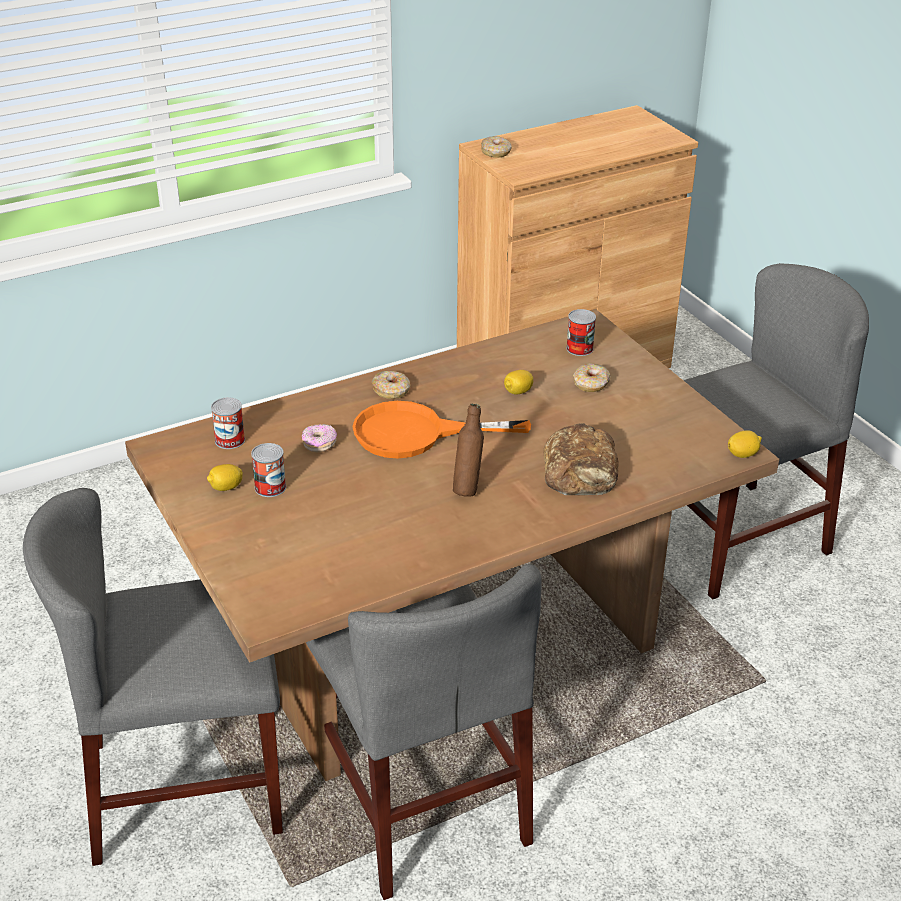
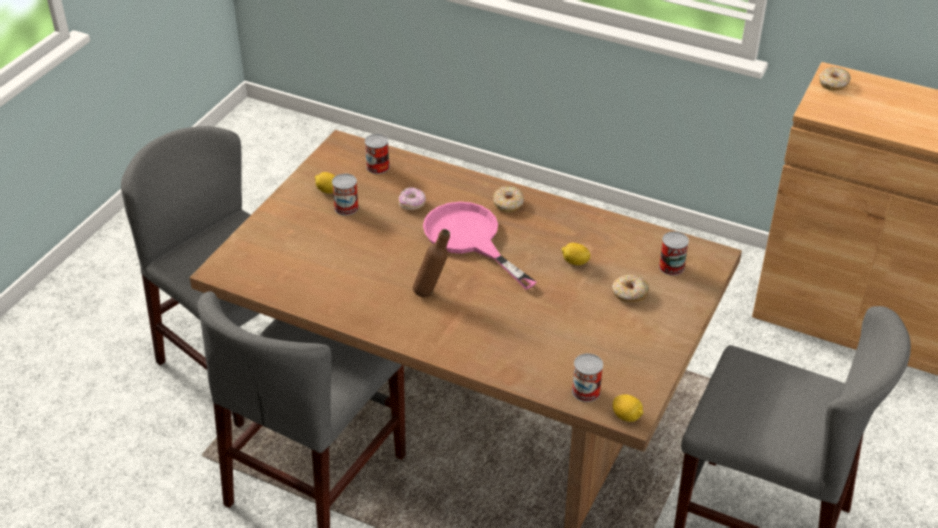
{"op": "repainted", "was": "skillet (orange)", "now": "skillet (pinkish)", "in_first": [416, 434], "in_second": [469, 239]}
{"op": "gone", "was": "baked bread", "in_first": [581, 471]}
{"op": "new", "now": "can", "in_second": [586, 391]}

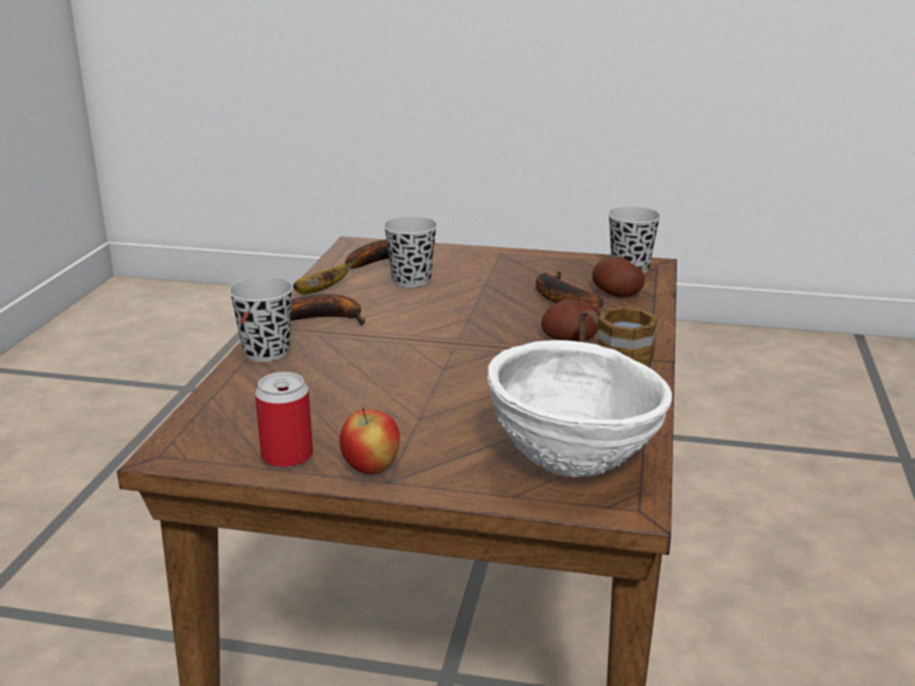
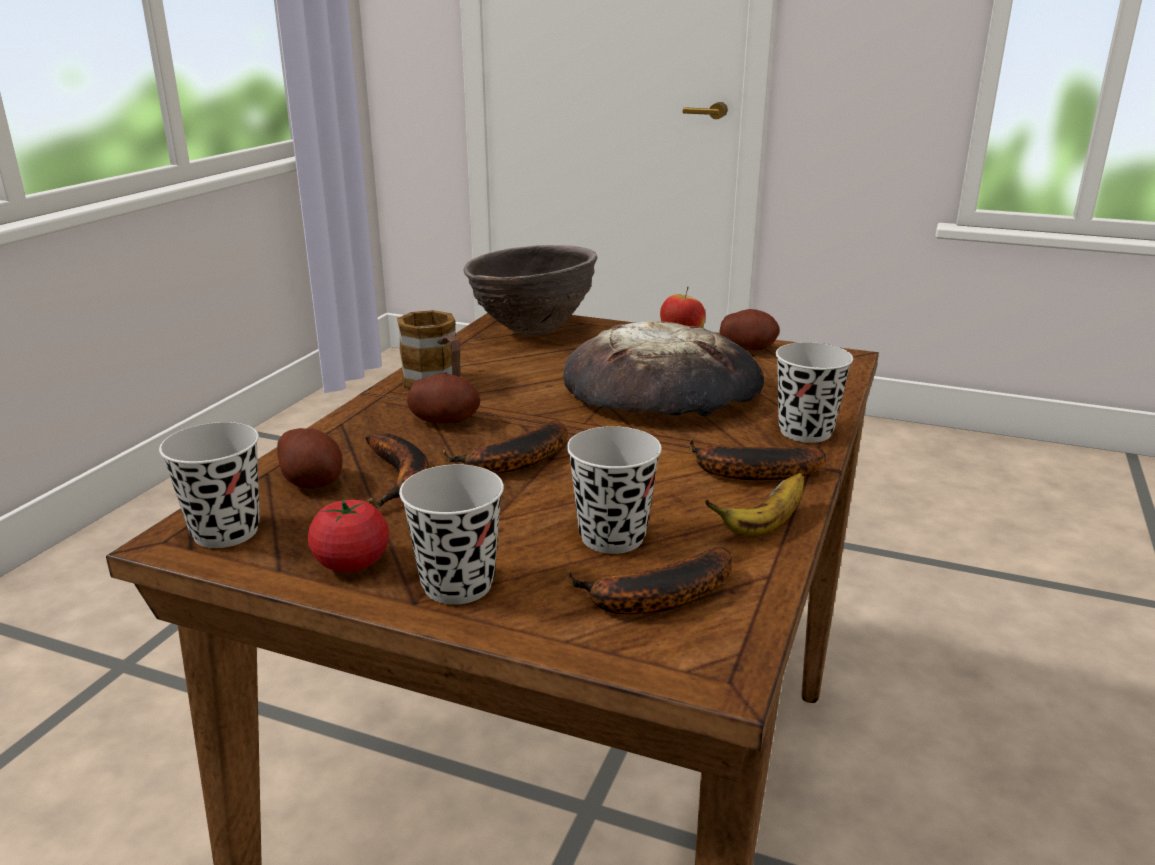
{"op": "swapped", "was": "can", "now": "spud", "in_first": [287, 456], "in_second": [747, 349]}
{"op": "repainted", "was": "deep dish (whitish)", "now": "deep dish (brown)", "in_first": [573, 467], "in_second": [532, 331]}
{"op": "new", "now": "whole tomato", "in_second": [352, 563]}
{"op": "new", "now": "small cup (black-coloured)", "in_second": [457, 585]}
{"op": "new", "now": "whole banana", "in_second": [513, 463]}
{"op": "new", "now": "baked bread", "in_second": [663, 389]}

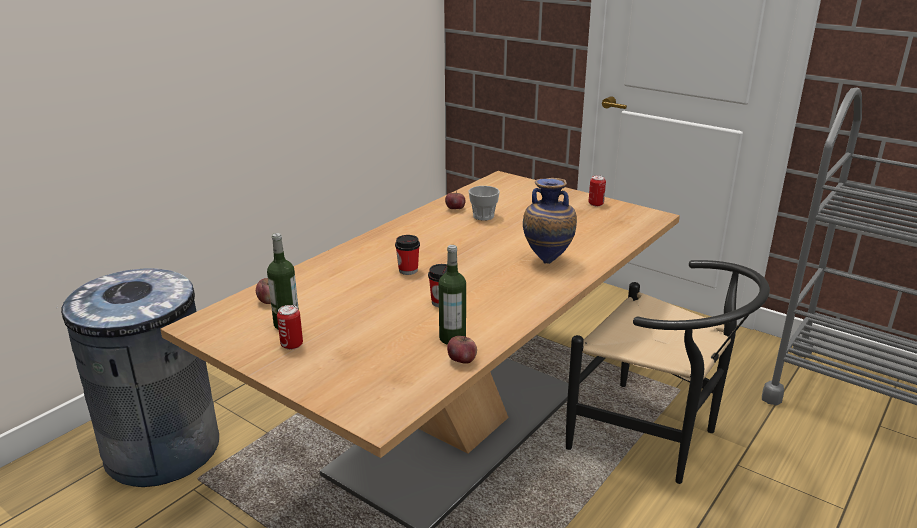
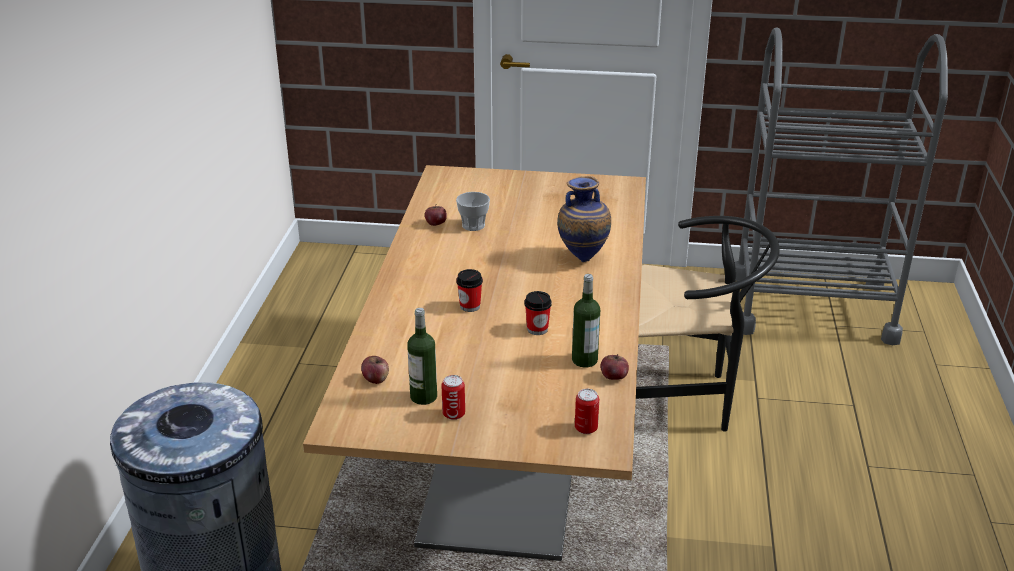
{"op": "shifted", "was": "can", "in_first": [596, 204], "in_second": [586, 428]}

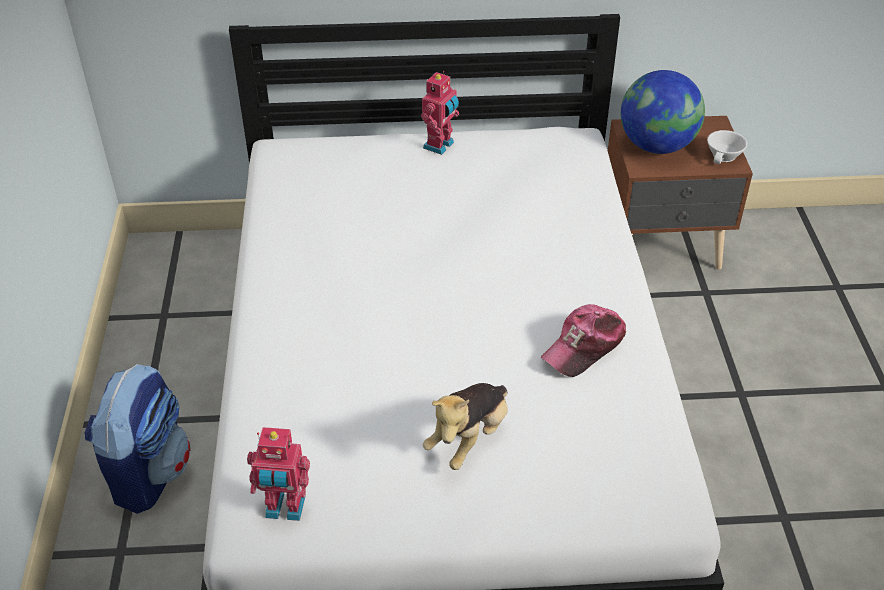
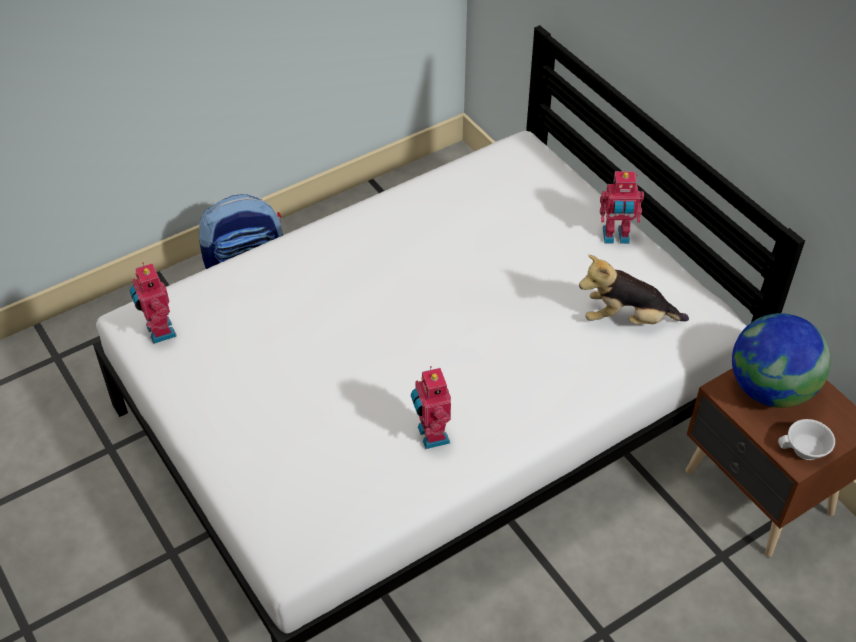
{"op": "shifted", "was": "cuddly toy", "in_first": [469, 438], "in_second": [627, 319]}
{"op": "swapped", "was": "baseball cap", "now": "toy robot", "in_first": [584, 347], "in_second": [431, 435]}

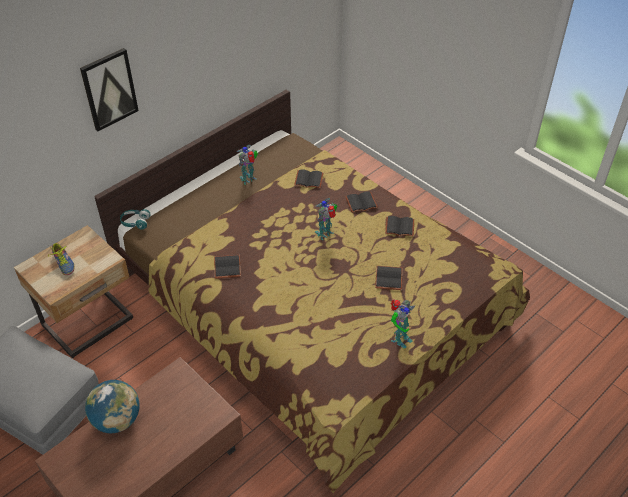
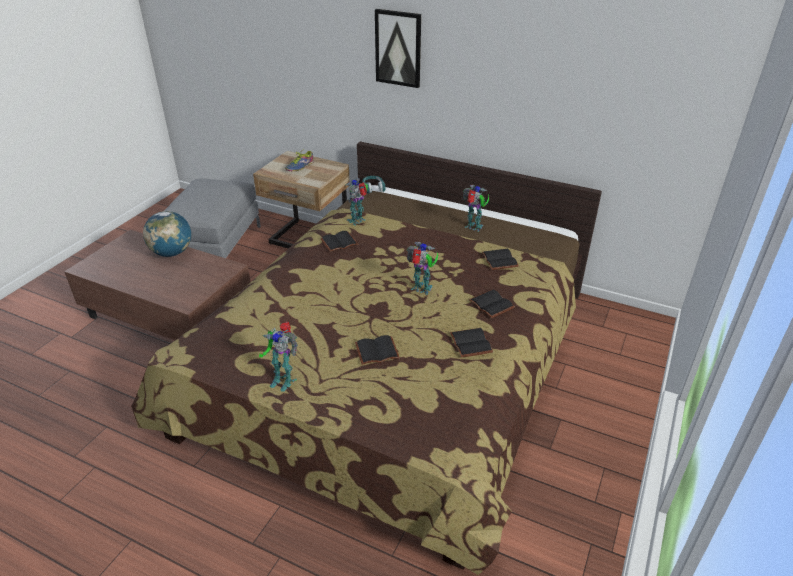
{"op": "new", "now": "toy robot", "in_second": [358, 220]}

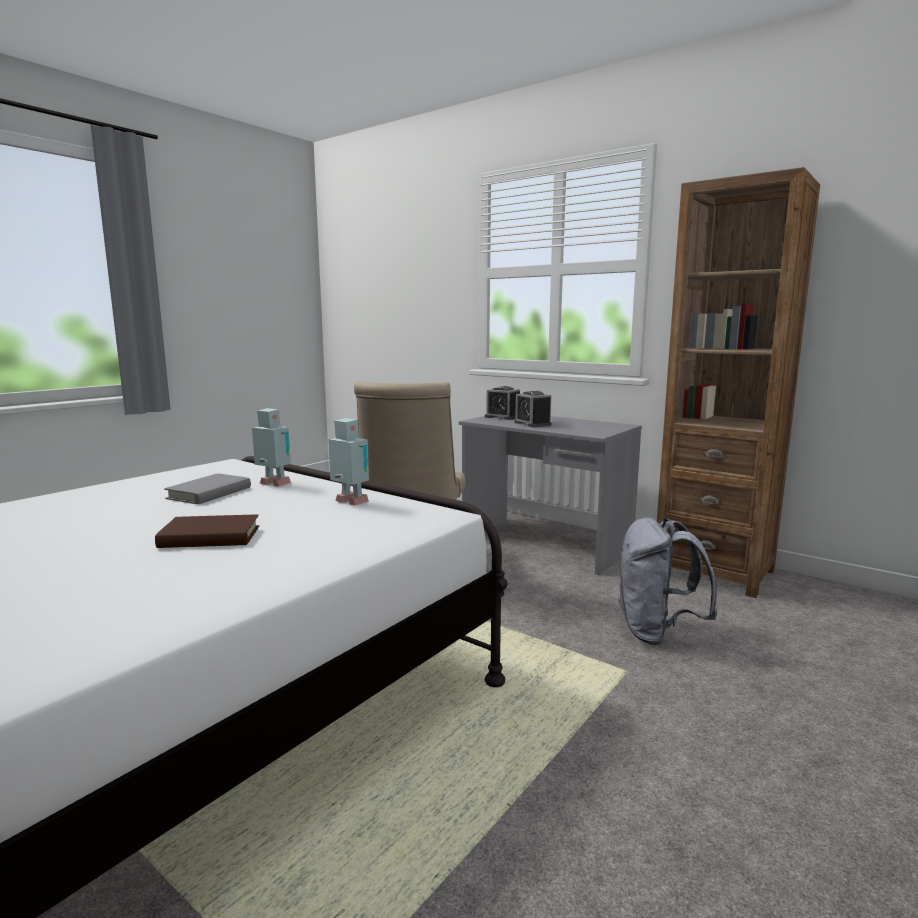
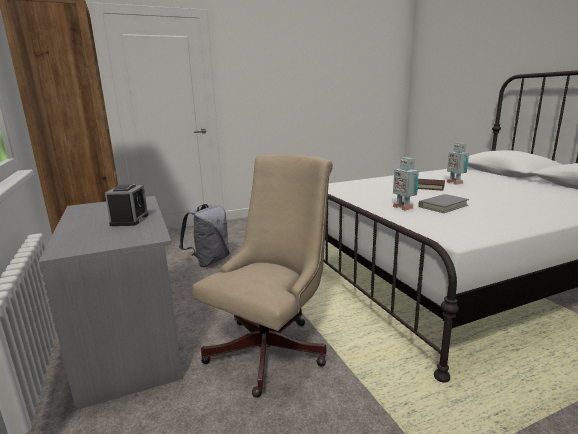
{"op": "shifted", "was": "toy robot", "in_first": [350, 503], "in_second": [455, 182]}
{"op": "gone", "was": "alarm clock", "in_first": [502, 417]}

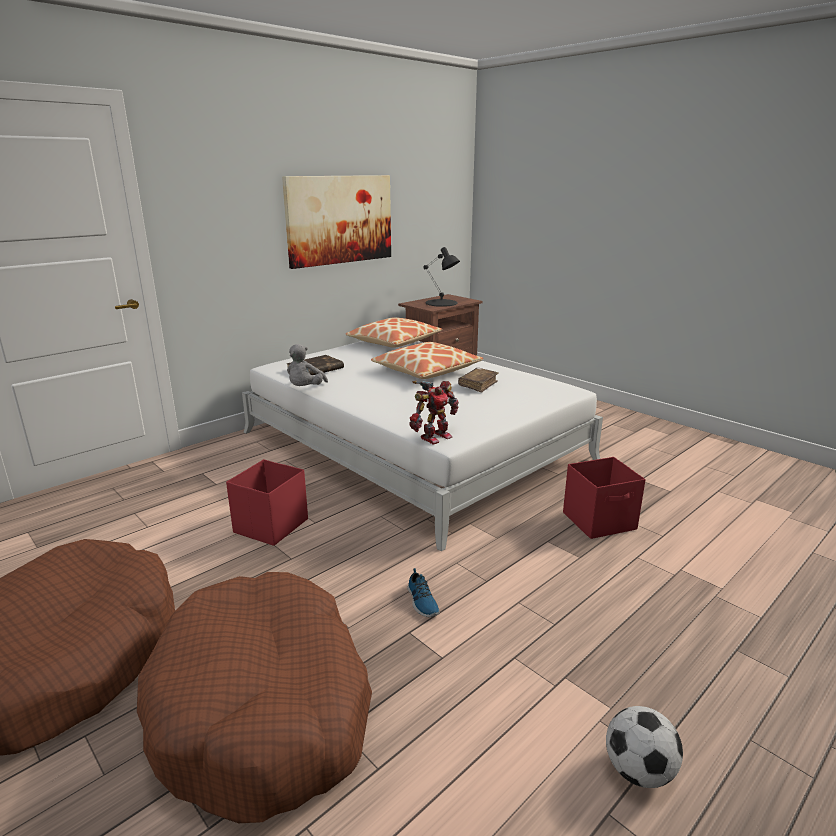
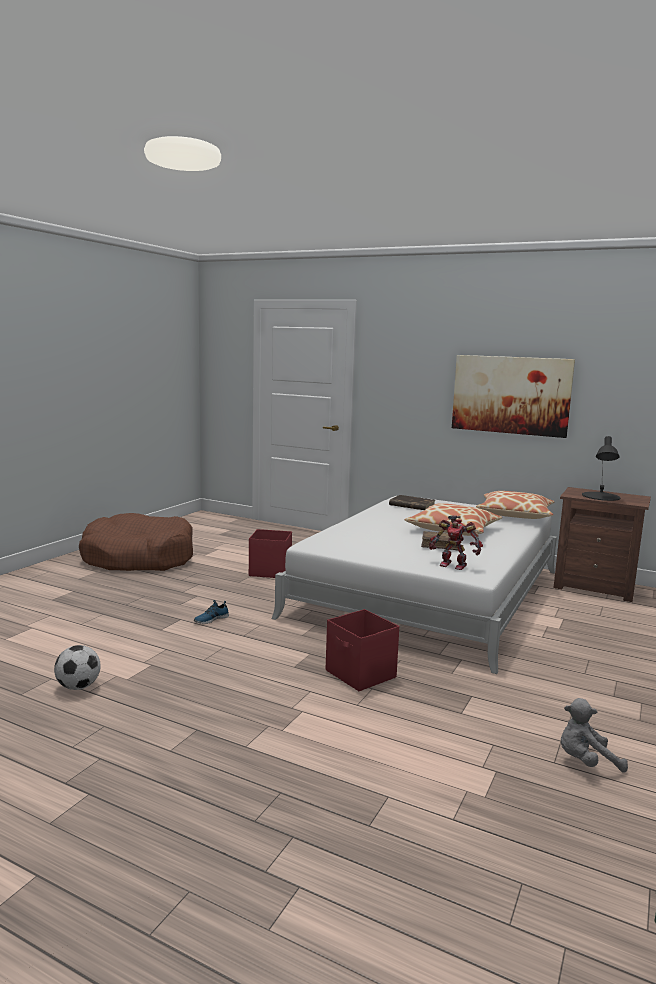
{"op": "gone", "was": "pet bed (brown)", "in_first": [264, 708]}
{"op": "shifted", "was": "cuddly toy (grey)", "in_first": [305, 389], "in_second": [585, 762]}
{"op": "shifted", "was": "toy robot", "in_first": [434, 437], "in_second": [453, 565]}

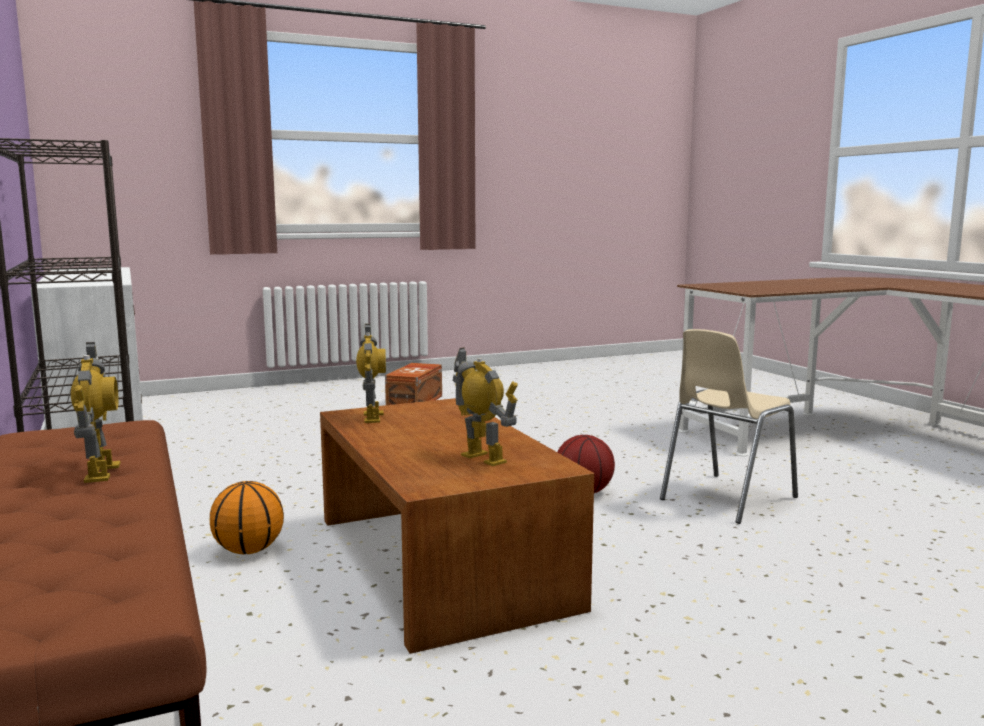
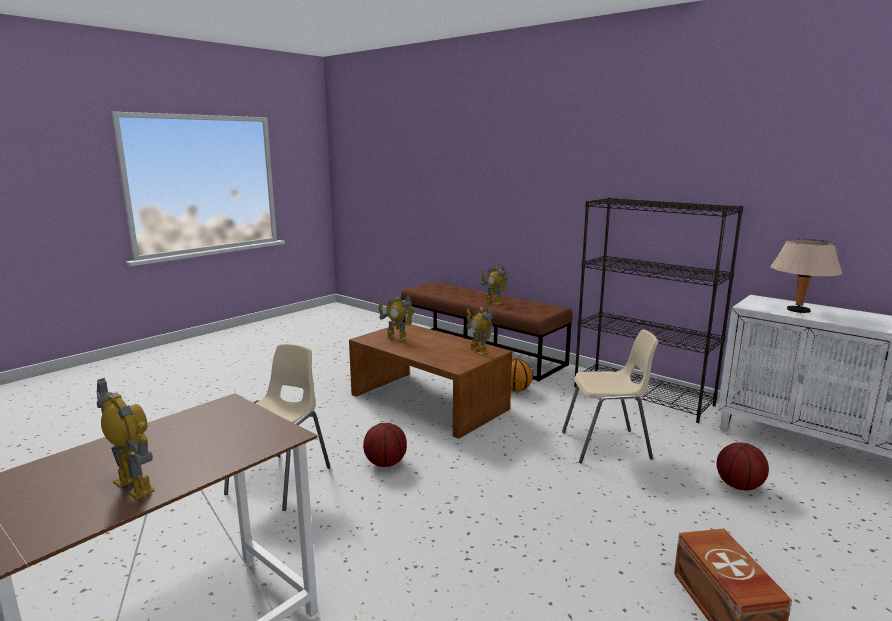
{"op": "new", "now": "toy robot", "in_second": [134, 486]}
{"op": "new", "now": "upright chair (beige)", "in_second": [607, 446]}
{"op": "new", "now": "basketball", "in_second": [739, 486]}
{"op": "new", "now": "tabletop lamp (beige)", "in_second": [798, 311]}

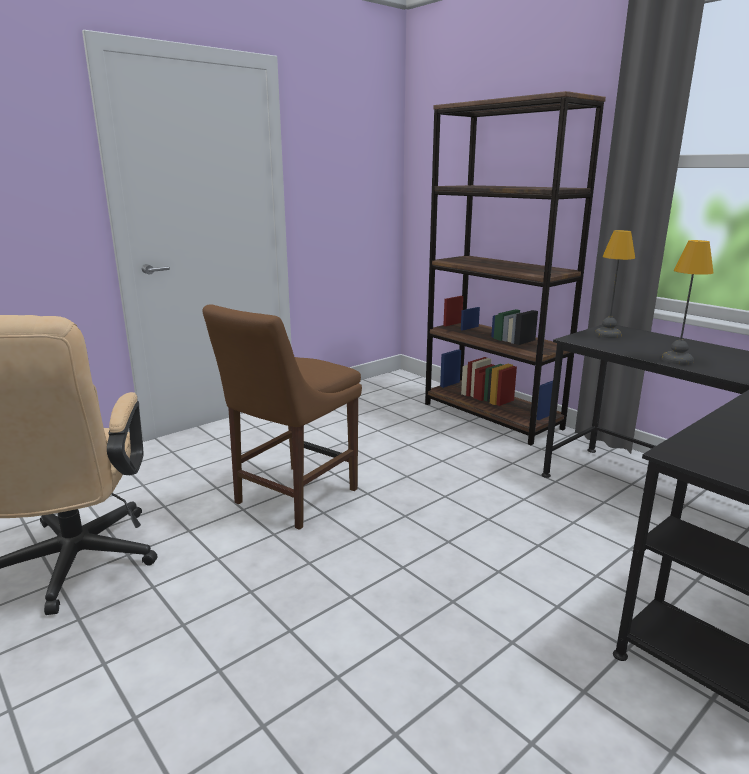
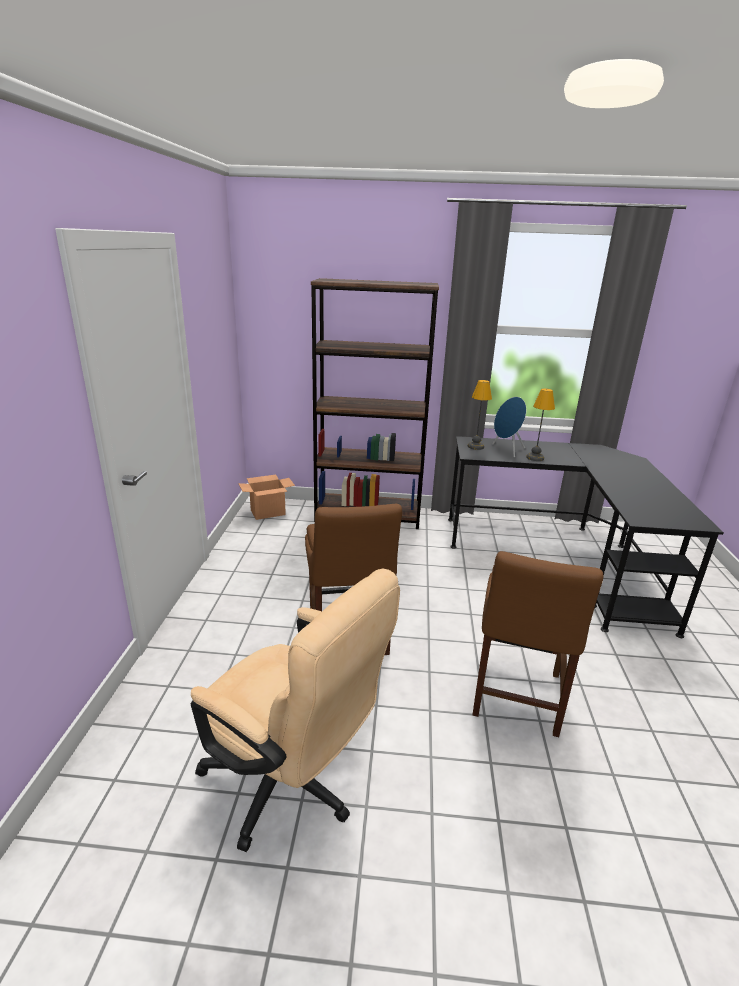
{"op": "new", "now": "cardboard box", "in_second": [268, 512]}
{"op": "new", "now": "upright chair (brown)", "in_second": [515, 698]}
{"op": "new", "now": "audio speaker (bluish)", "in_second": [506, 450]}

